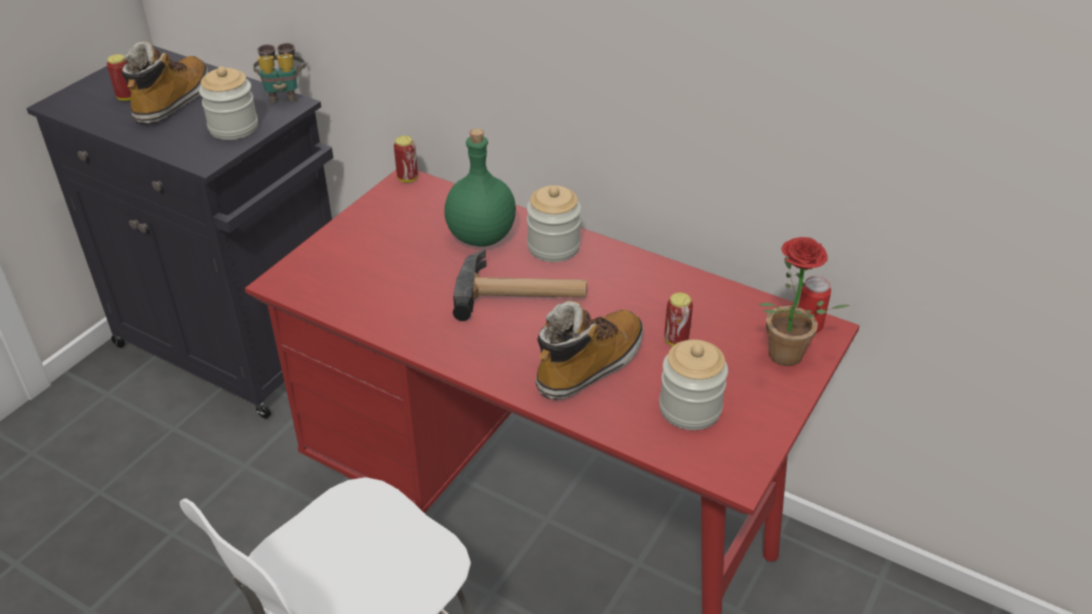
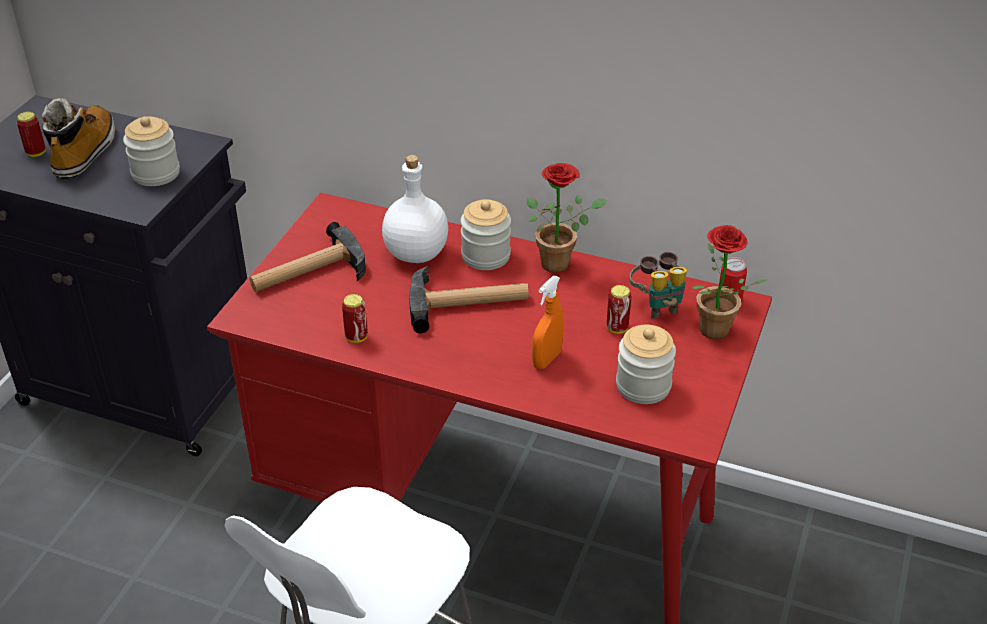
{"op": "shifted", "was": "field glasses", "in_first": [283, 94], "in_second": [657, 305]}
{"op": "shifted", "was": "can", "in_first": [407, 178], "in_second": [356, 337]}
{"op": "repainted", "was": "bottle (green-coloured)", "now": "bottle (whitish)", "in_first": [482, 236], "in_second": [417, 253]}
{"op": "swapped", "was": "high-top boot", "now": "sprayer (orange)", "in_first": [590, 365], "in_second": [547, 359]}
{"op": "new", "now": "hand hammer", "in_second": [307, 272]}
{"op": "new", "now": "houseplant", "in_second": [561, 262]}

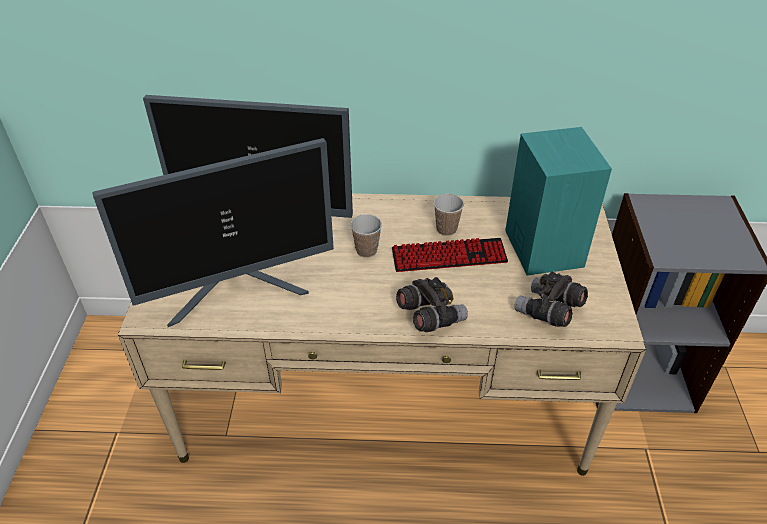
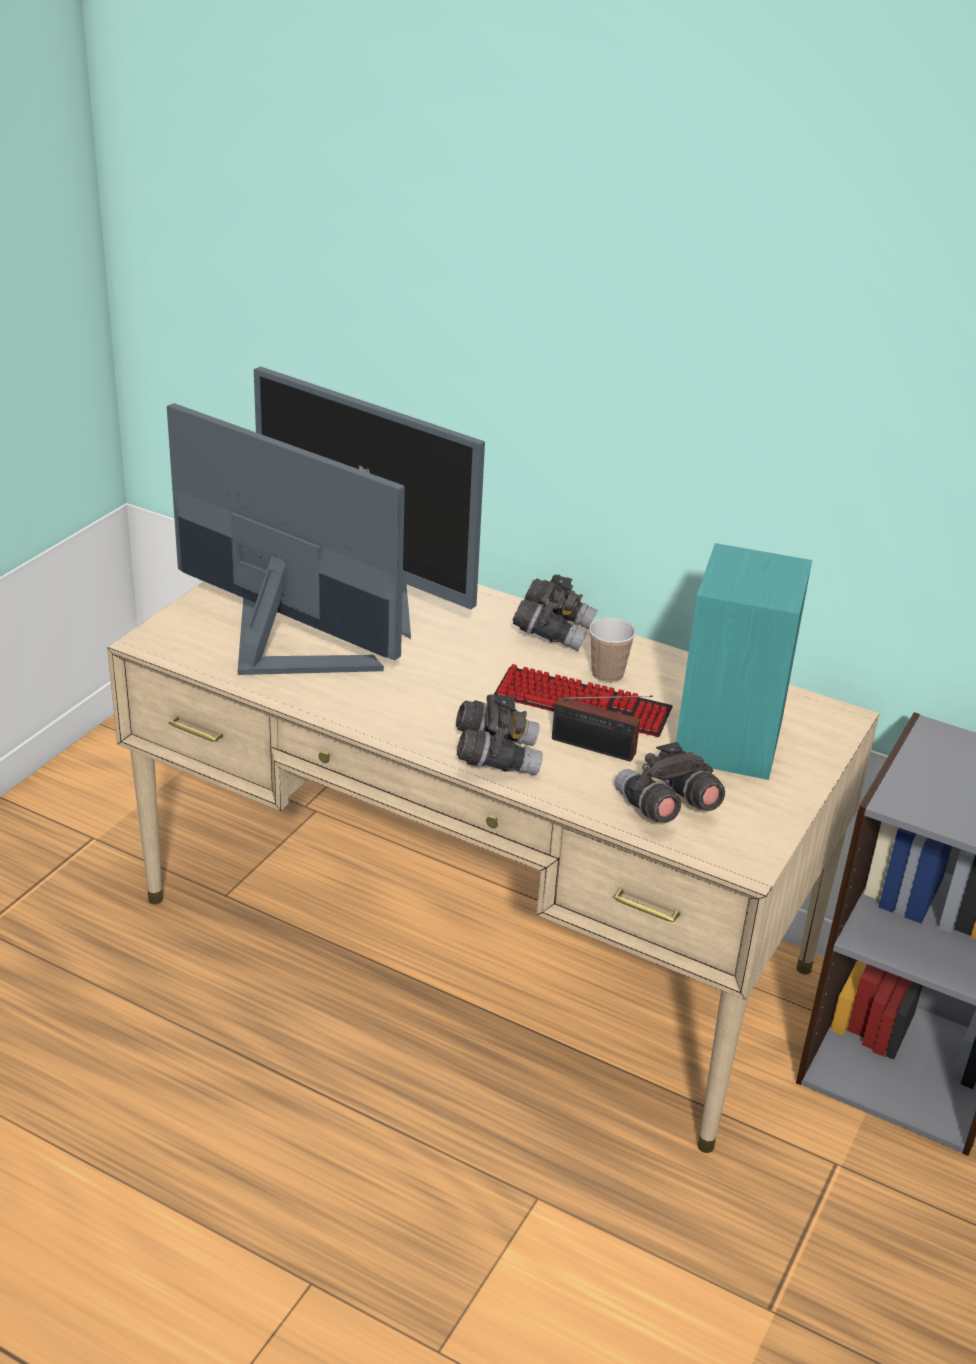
{"op": "rotated", "was": "computer screen", "in_first": [238, 289], "in_second": [279, 649], "clockwise": -150}
{"op": "gone", "was": "small cup", "in_first": [366, 250]}
{"op": "new", "now": "field glasses (grey)", "in_second": [553, 631]}
{"op": "new", "now": "radio", "in_second": [598, 749]}

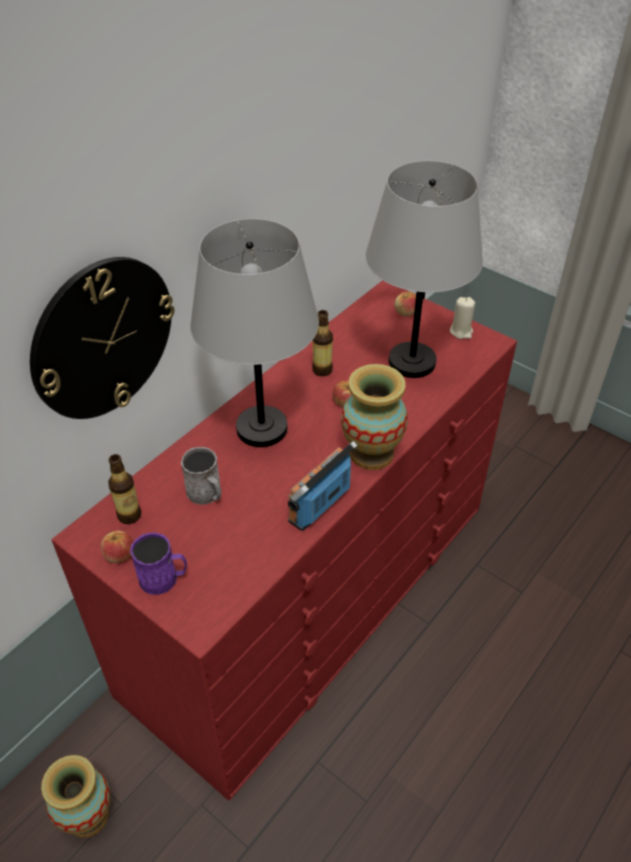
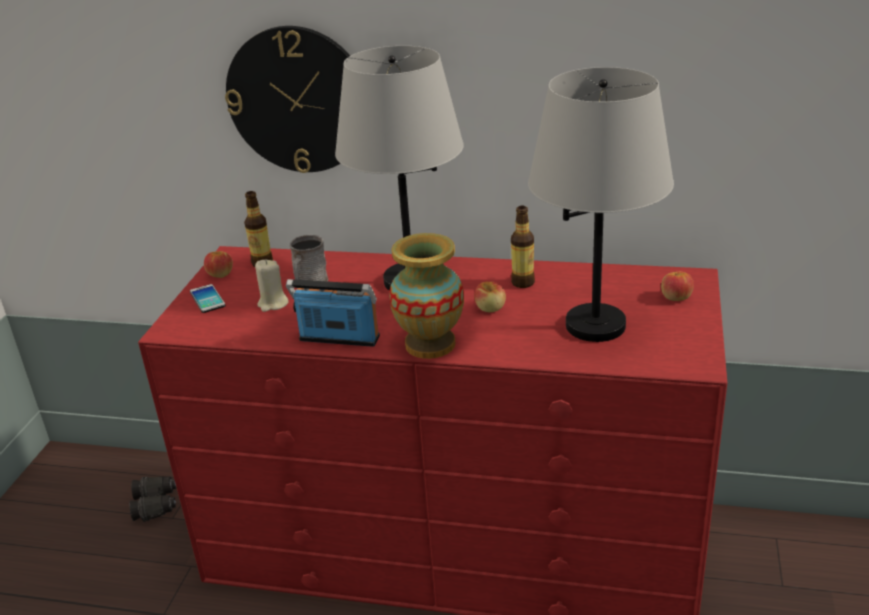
{"op": "swapped", "was": "vase", "now": "field glasses (black-coloured)", "in_first": [88, 815], "in_second": [156, 504]}
{"op": "swapped", "was": "tea mug (purplish)", "now": "phone", "in_first": [164, 578], "in_second": [207, 299]}
{"op": "shifted", "was": "wax light (beige)", "in_first": [461, 331], "in_second": [273, 304]}

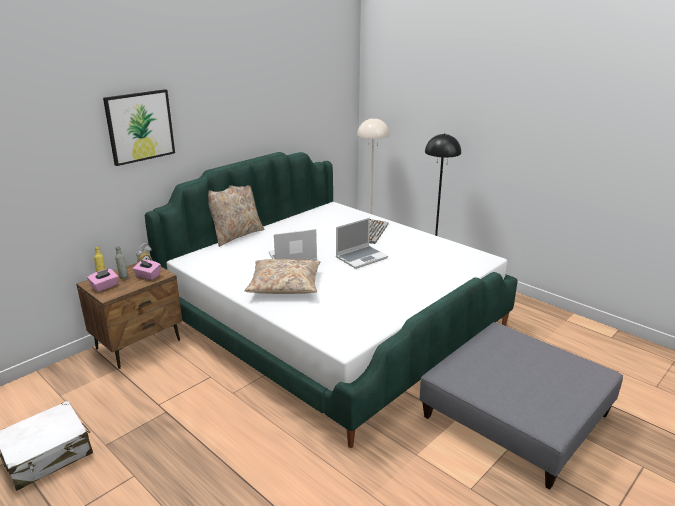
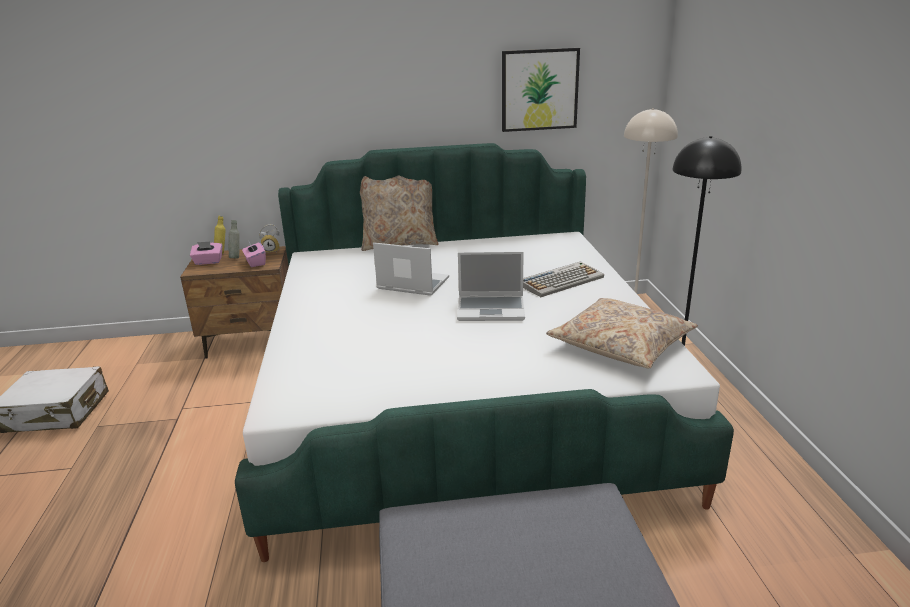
{"op": "shifted", "was": "picture", "in_first": [140, 126], "in_second": [539, 90]}
{"op": "shifted", "was": "throw pillow (beige)", "in_first": [284, 285], "in_second": [621, 345]}

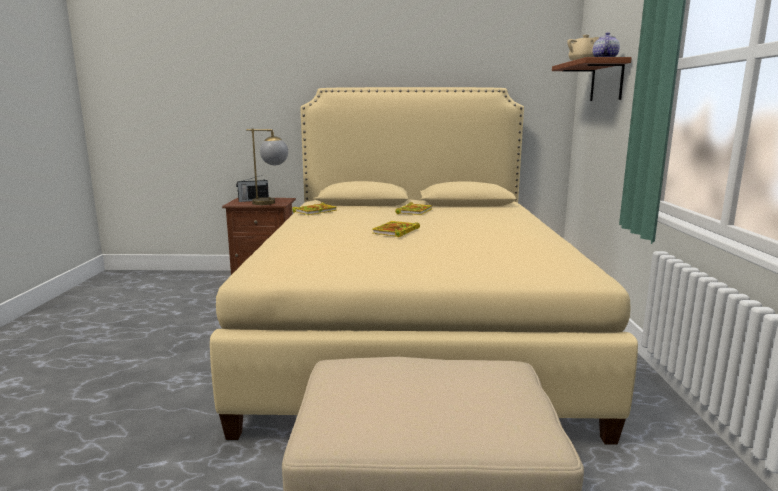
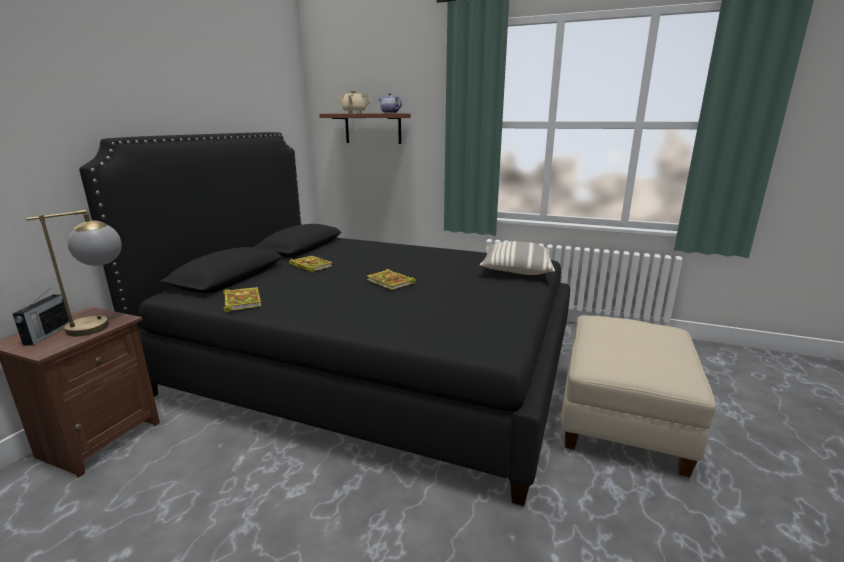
{"op": "repainted", "was": "bedroom bed (beige)", "now": "bedroom bed (black-coloured)", "in_first": [412, 329], "in_second": [371, 367]}
{"op": "new", "now": "throw pillow", "in_second": [516, 270]}

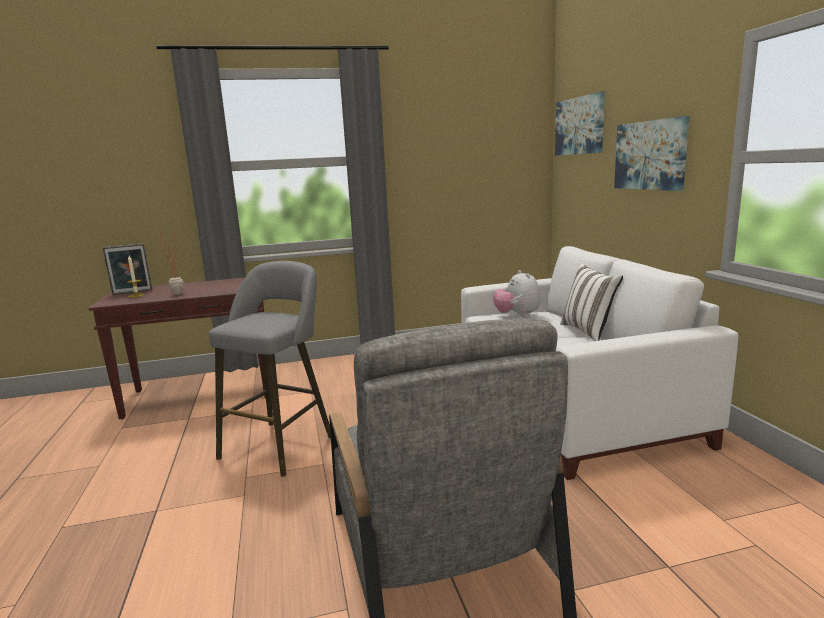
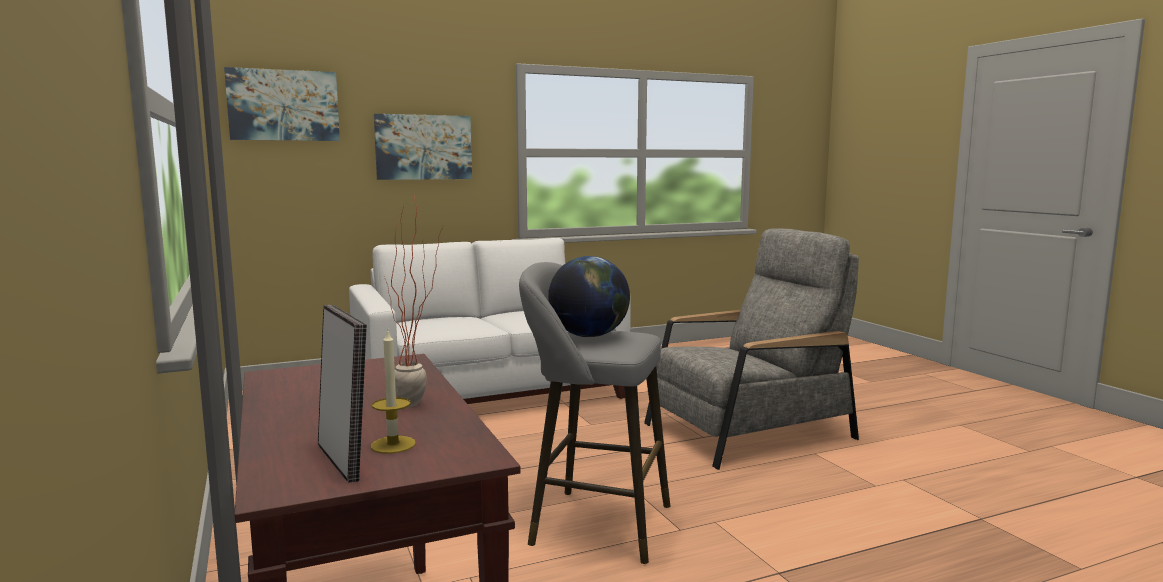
{"op": "gone", "was": "cuddly toy", "in_first": [517, 316]}
{"op": "gone", "was": "throw pillow (whitish)", "in_first": [589, 332]}
{"op": "new", "now": "globe", "in_second": [589, 336]}

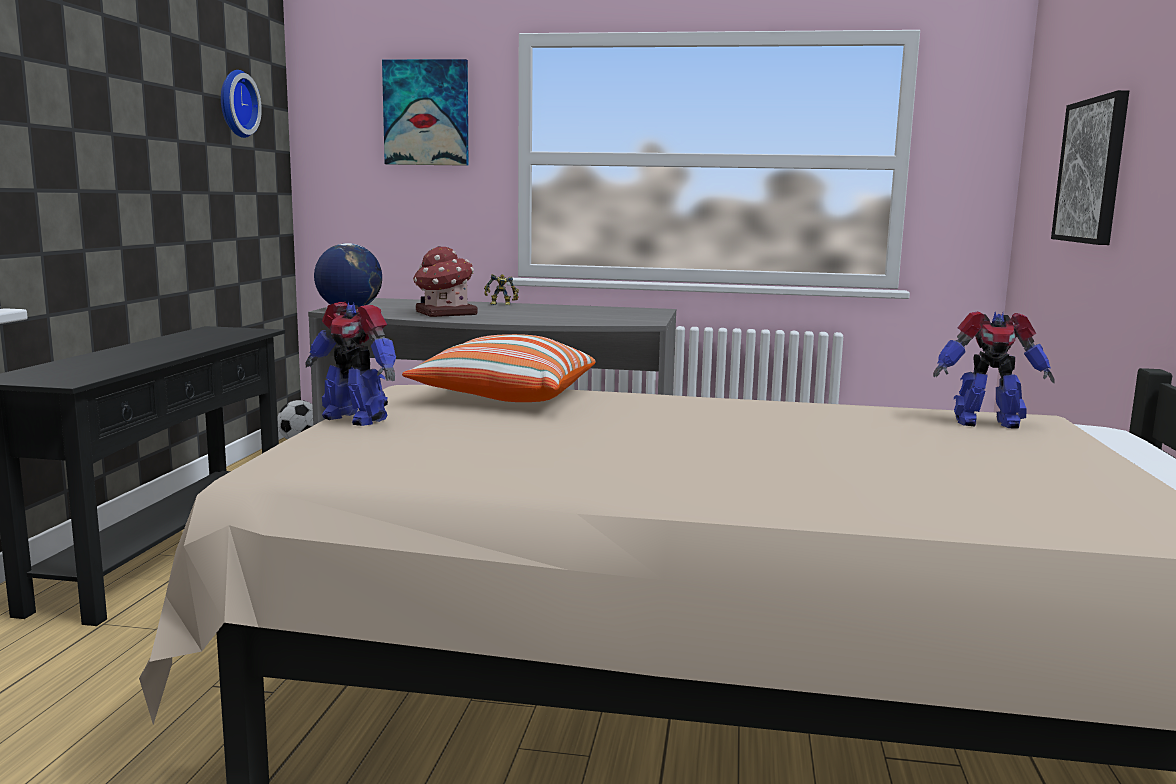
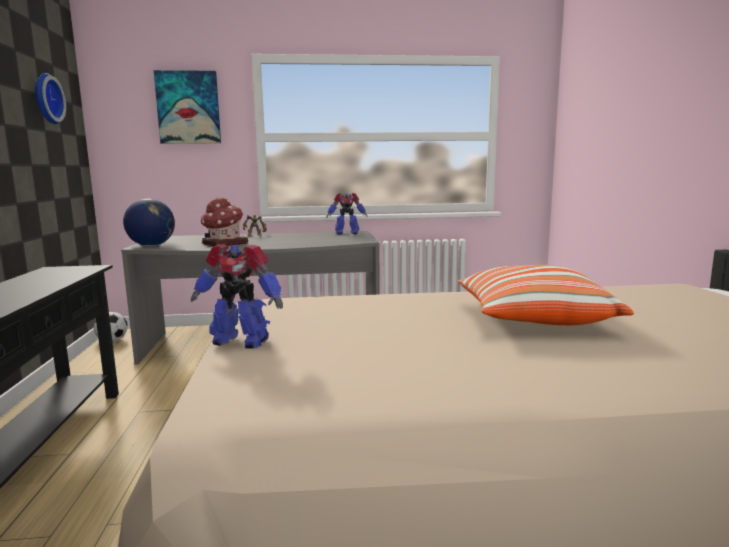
{"op": "shifted", "was": "throw pillow", "in_first": [504, 397], "in_second": [532, 319]}
{"op": "shifted", "was": "toy robot", "in_first": [985, 422], "in_second": [346, 233]}
{"op": "gone", "was": "picture", "in_first": [1092, 171]}

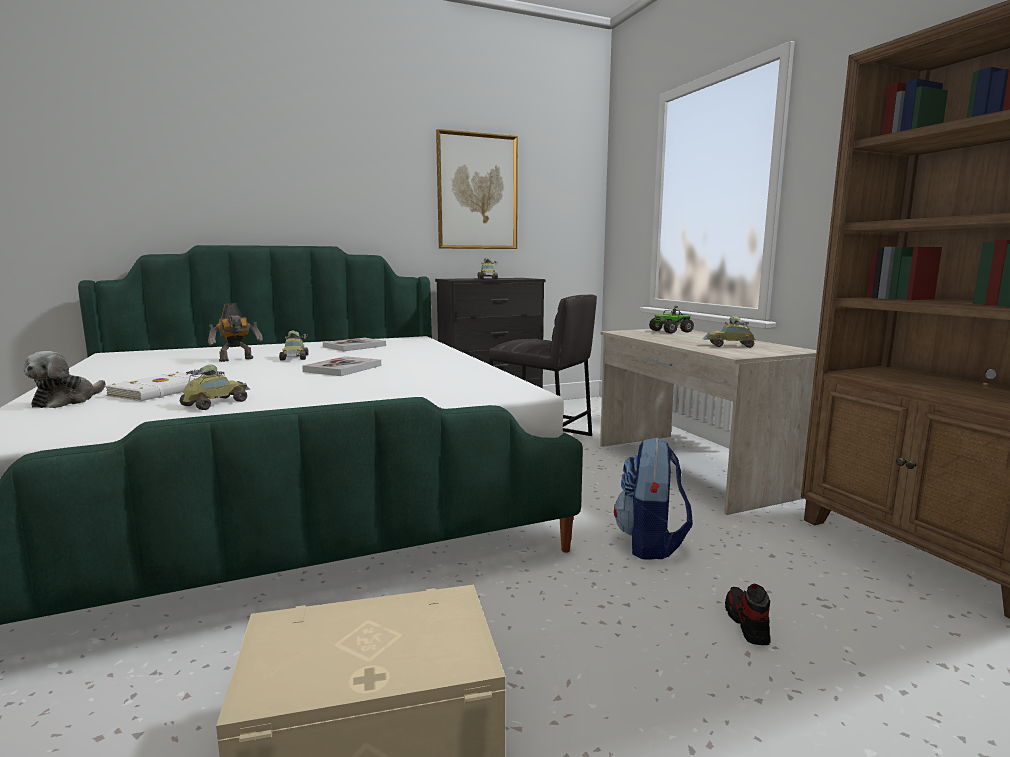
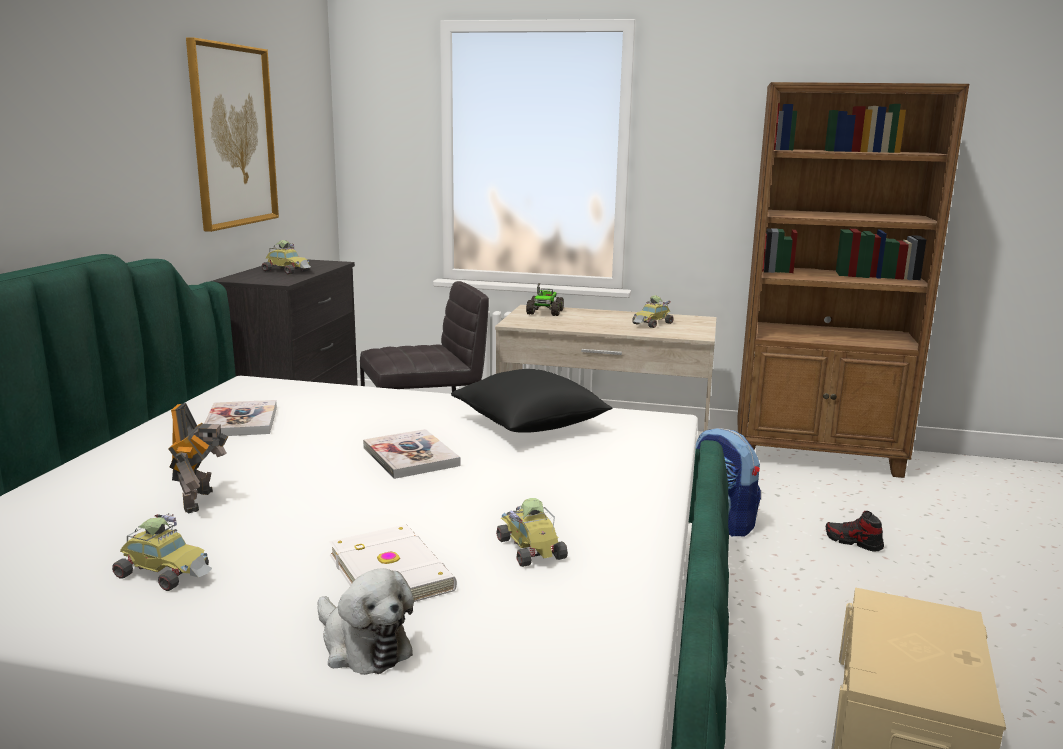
{"op": "shifted", "was": "toy car", "in_first": [295, 358], "in_second": [165, 572]}
{"op": "new", "now": "throw pillow (black-coloured)", "in_second": [530, 425]}

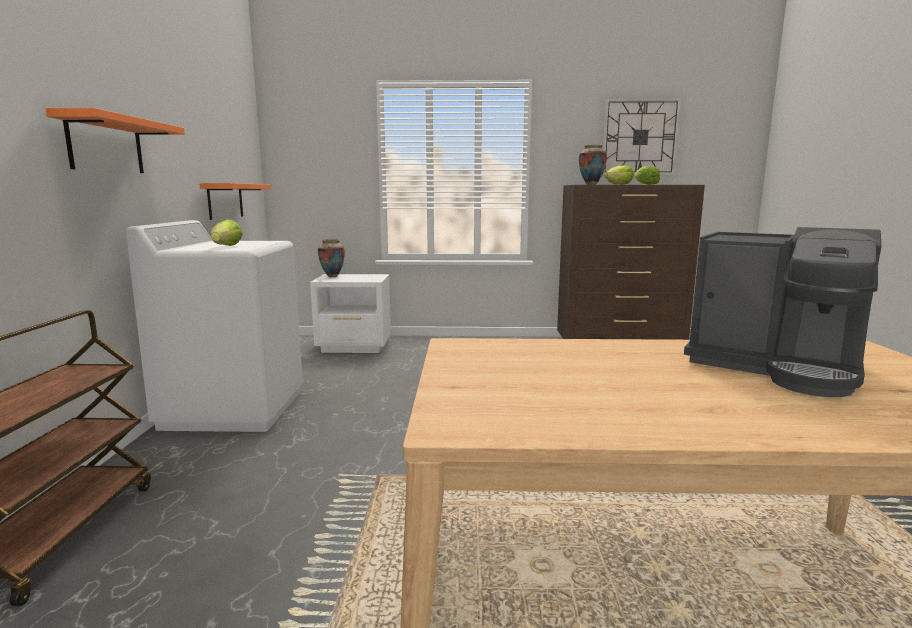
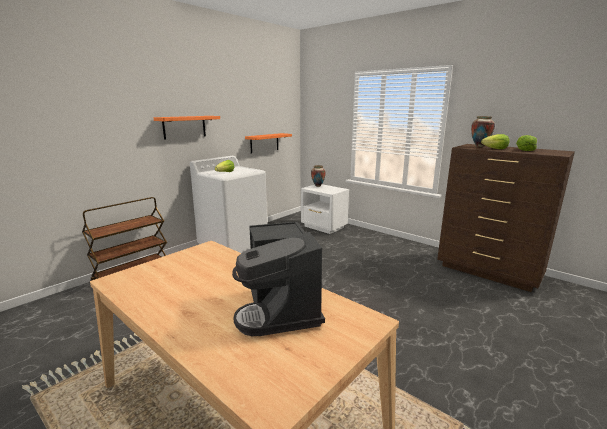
{"op": "gone", "was": "wall clock", "in_first": [640, 137]}

